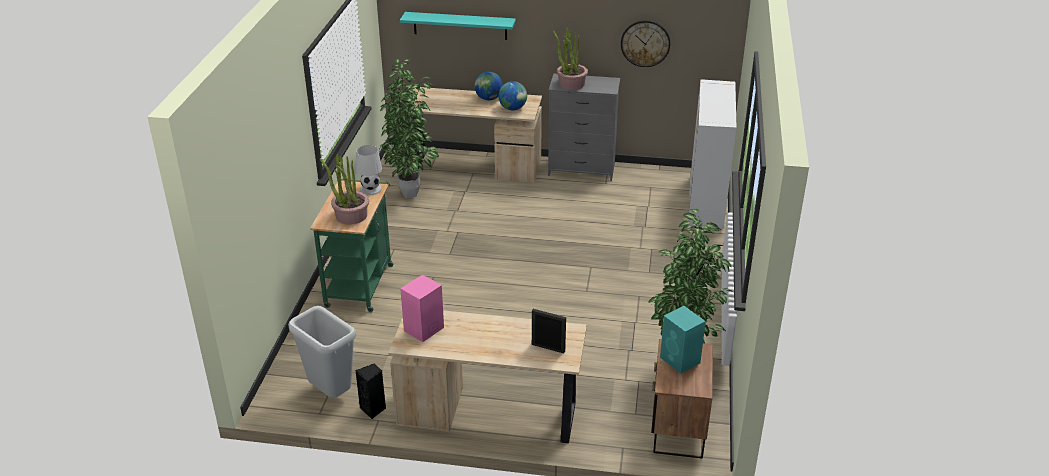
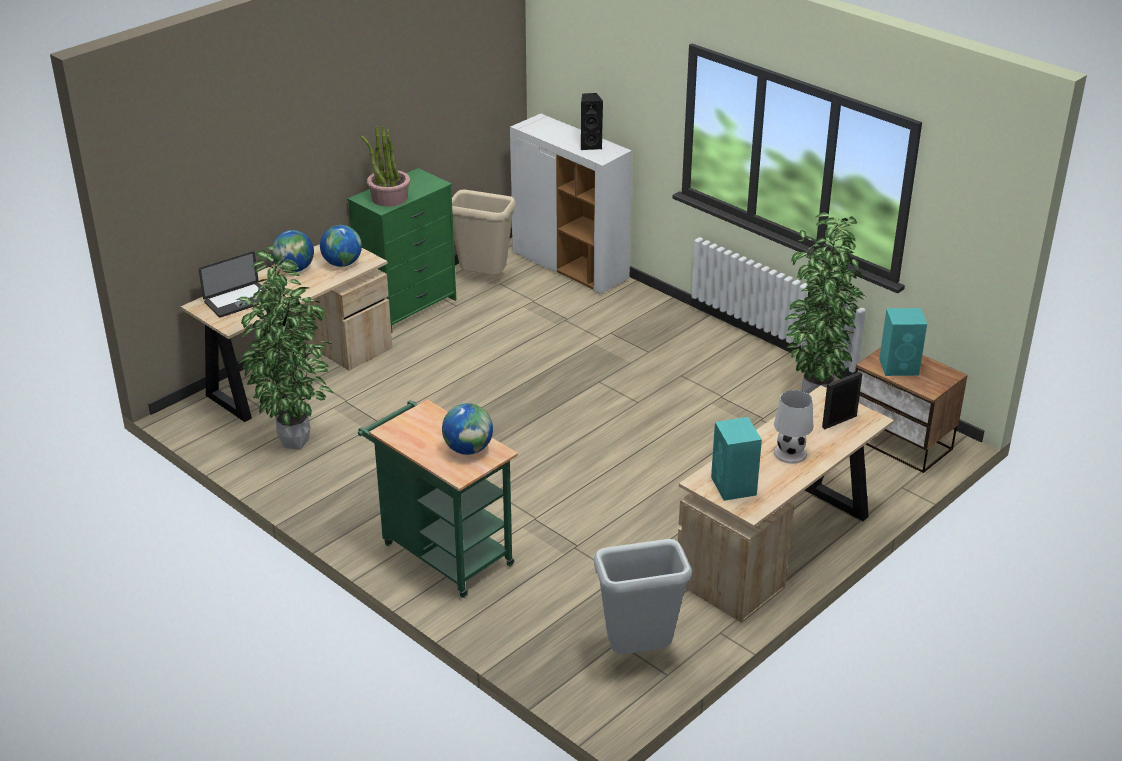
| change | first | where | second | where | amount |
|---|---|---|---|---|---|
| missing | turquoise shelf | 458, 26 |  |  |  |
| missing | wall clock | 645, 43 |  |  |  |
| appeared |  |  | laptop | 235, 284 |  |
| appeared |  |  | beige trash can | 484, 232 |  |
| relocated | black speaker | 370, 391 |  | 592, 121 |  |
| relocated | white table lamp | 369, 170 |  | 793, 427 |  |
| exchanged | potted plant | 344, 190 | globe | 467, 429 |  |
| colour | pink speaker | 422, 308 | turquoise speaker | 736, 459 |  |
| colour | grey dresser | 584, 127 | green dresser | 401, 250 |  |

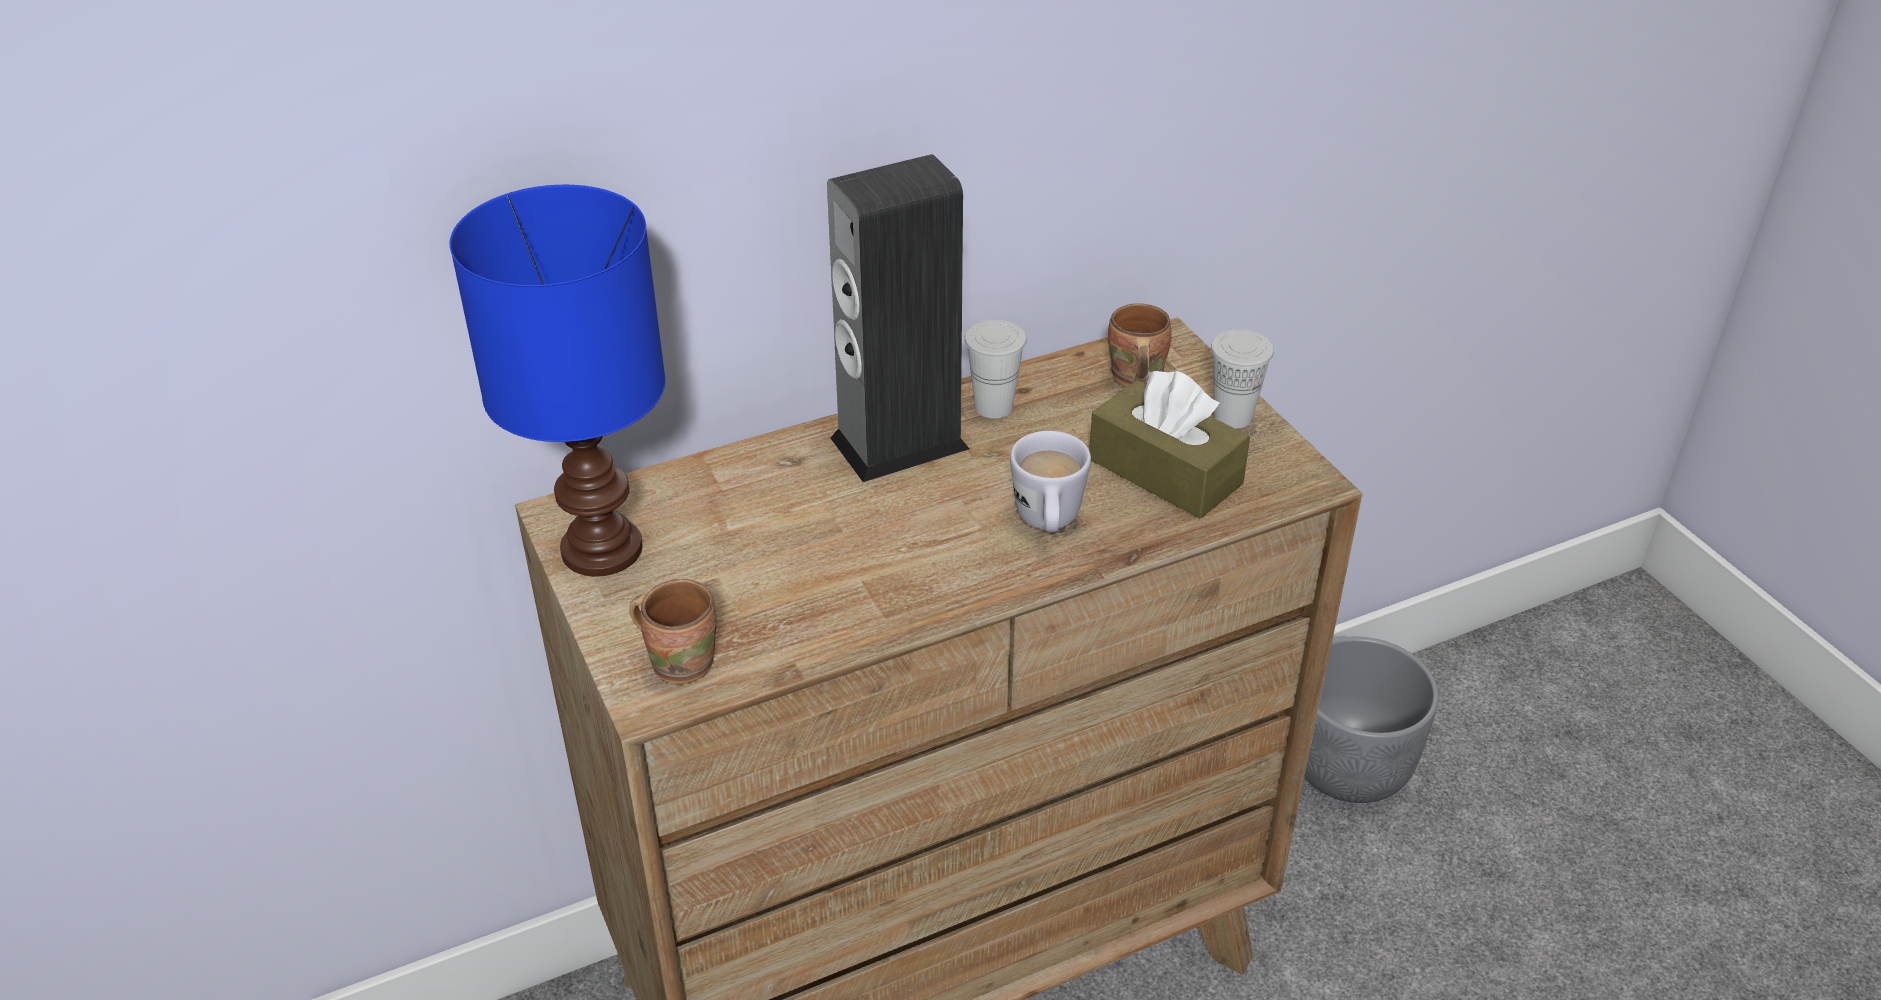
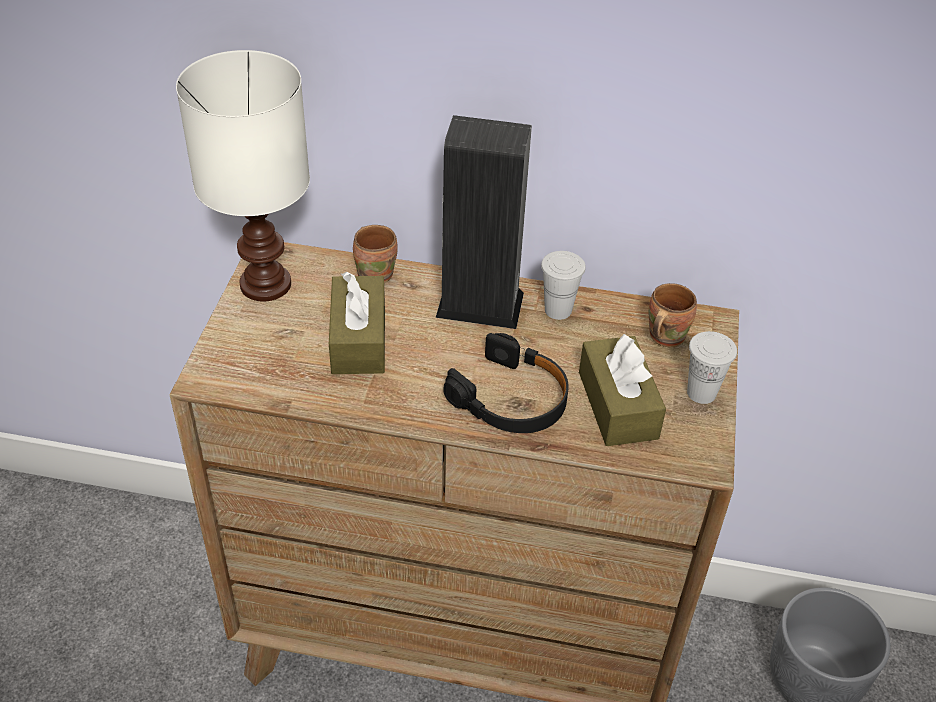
| change | first | where | second | where | amount |
|---|---|---|---|---|---|
| appeared |  |  | brown tissue box | 357, 323 |  |
| relocated | brown mug | 673, 632 |  | 375, 254 |  |
| exchanged | white mug | 1050, 481 | black headphones | 506, 383 |  |
| colour | blue table lamp | 558, 381 | white table lamp | 243, 176 |  |

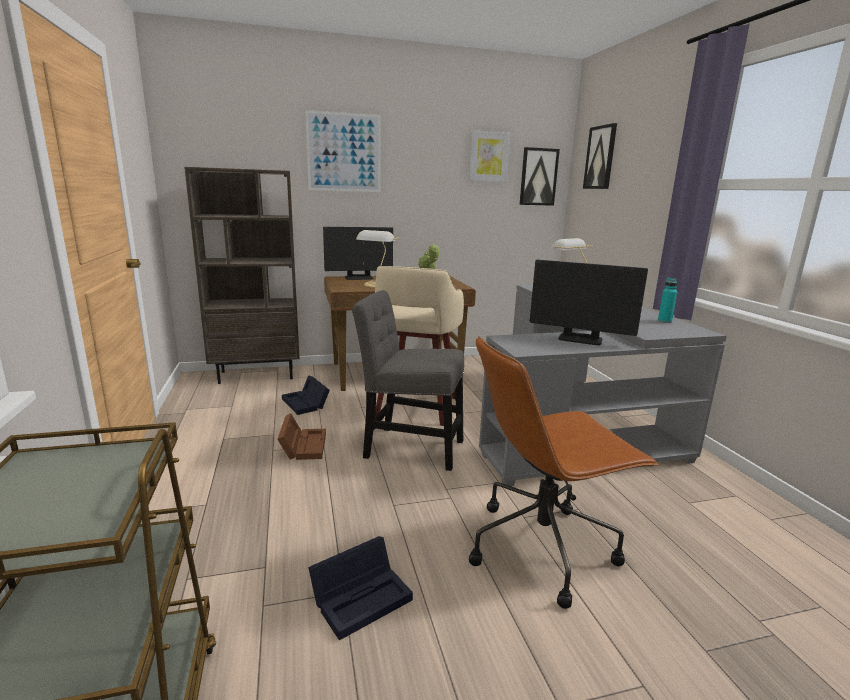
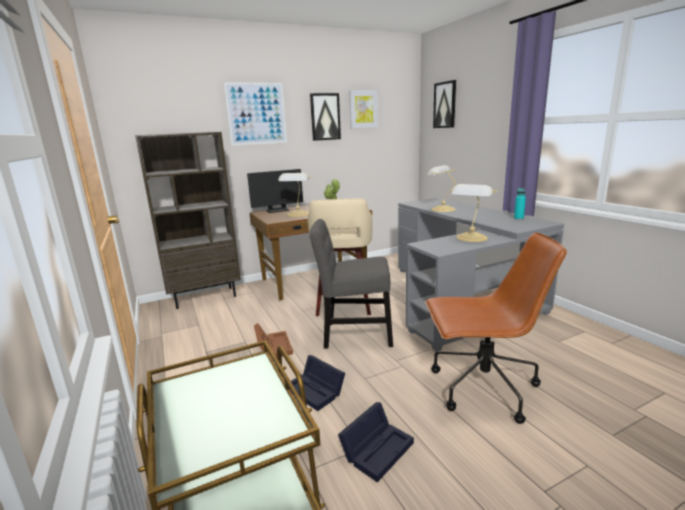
| change | first | where | second | where | amount |
|---|---|---|---|---|---|
| relocated | black storage box | 306, 395 |  | 317, 383 |  |
| relocated | picture | 539, 176 |  | 325, 117 |  |
| exchanged | monitor | 589, 302 | table lamp | 474, 213 |  |
| spun | brown office chair | 564, 472 |  | 496, 328 | 150 degrees counterclockwise |

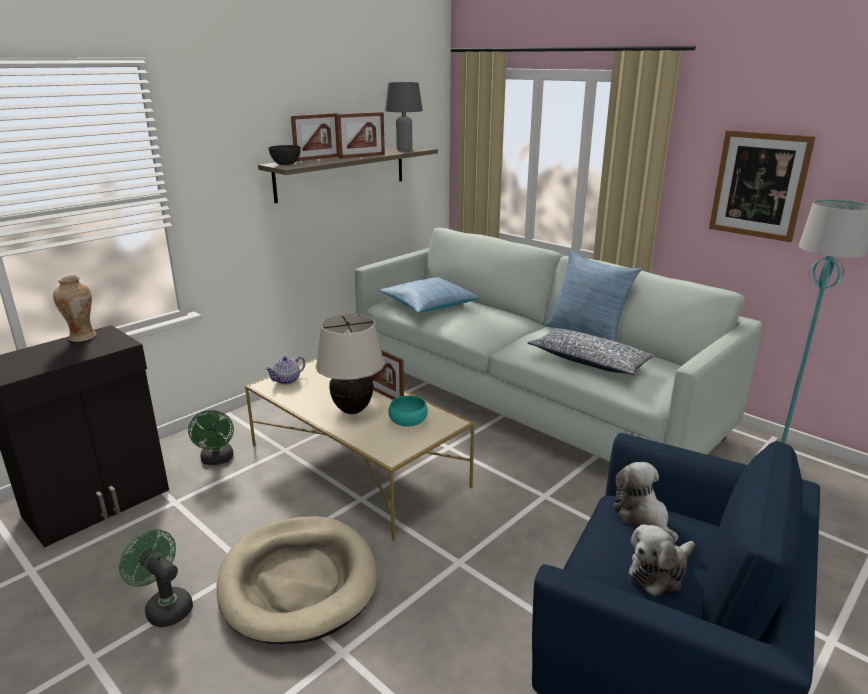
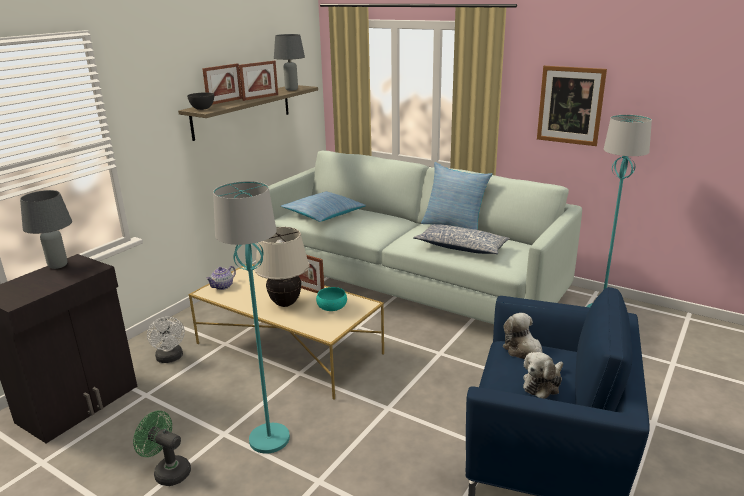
| change | first | where | second | where | amount |
|---|---|---|---|---|---|
| exchanged | vase | 75, 308 | grey table lamp | 46, 229 |  |
| exchanged | beige dog bed | 297, 580 | turquoise floor lamp | 251, 317 |  |
| colour | green fan | 211, 437 | white fan | 166, 340 |  |

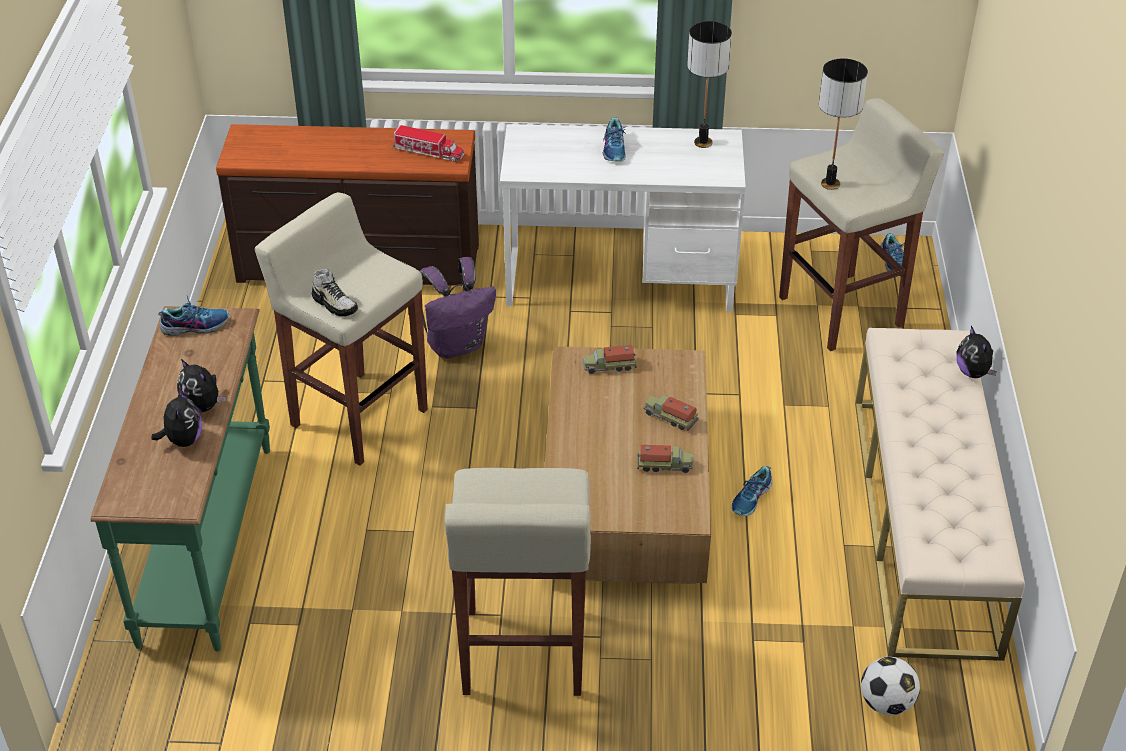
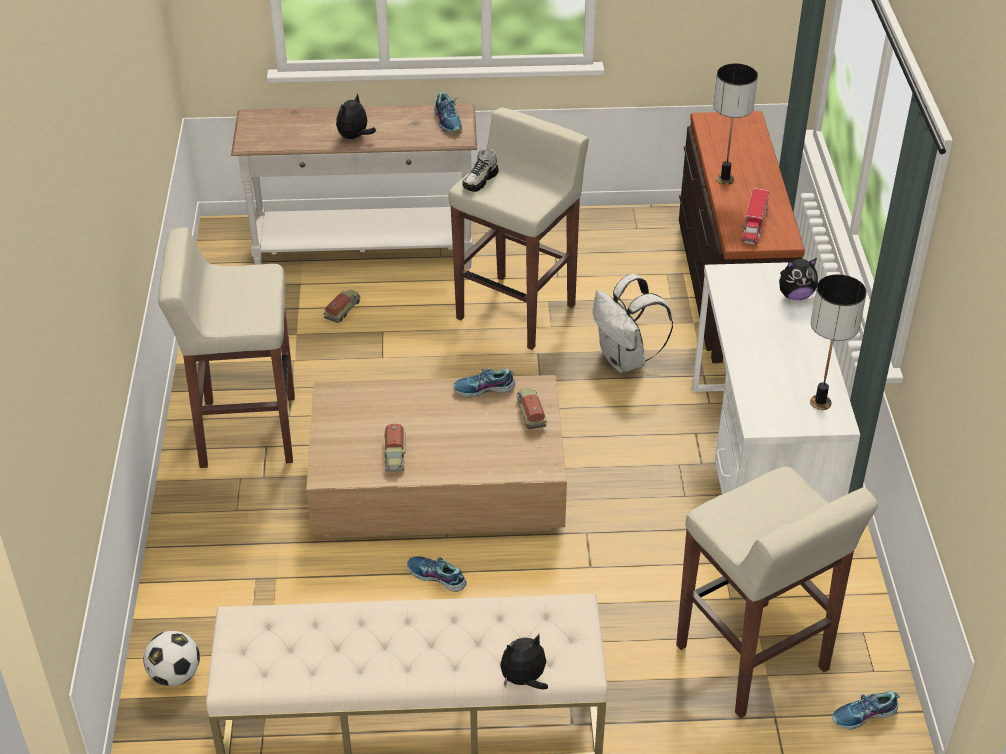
| change | first | where | second | where | amount |
|---|---|---|---|---|---|
| relocated | plush toy | 176, 417 |  | 798, 279 |  |
| relocated | shoe | 615, 139 |  | 484, 382 |  |
| relocated | toy truck | 671, 412 |  | 342, 306 |  |
| relocated | table lamp | 843, 124 |  | 736, 124 |  |
| colour | green console table | 180, 479 | white console table | 354, 186 |  |
| colour | purple backpack | 458, 307 | white backpack | 633, 323 |  |

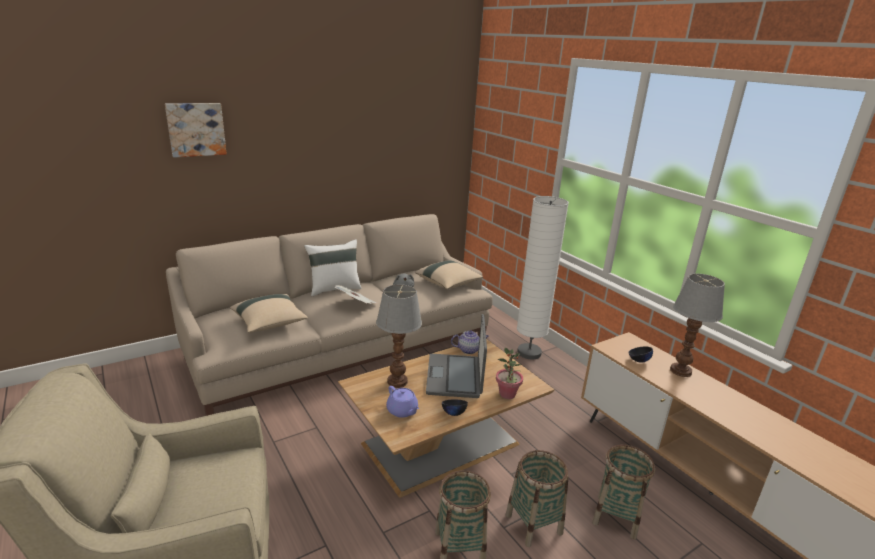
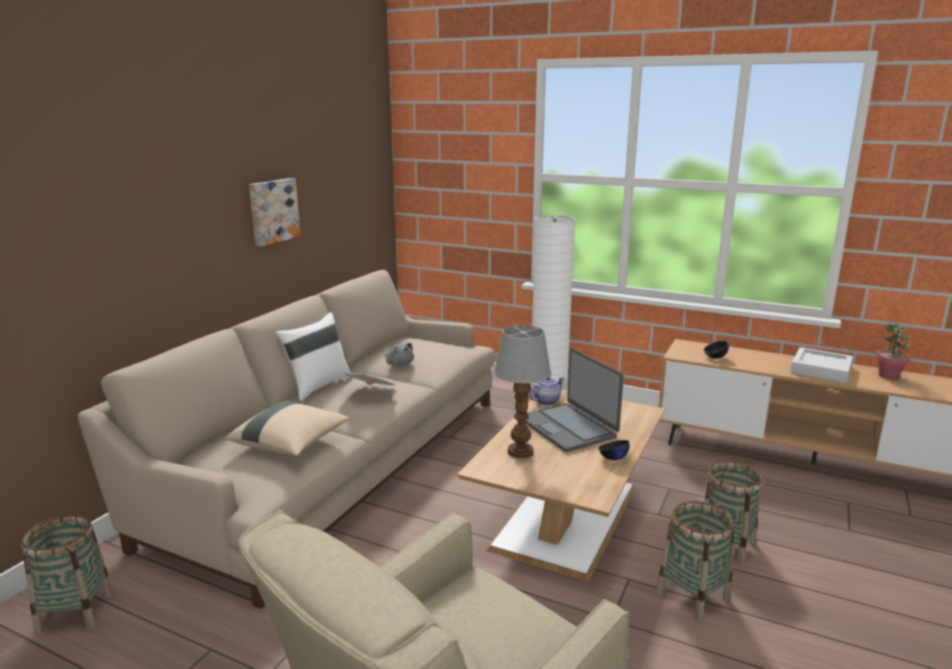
| change | first | where | second | where | amount |
|---|---|---|---|---|---|
| missing | purple teapot | 402, 402 |  |  |  |
| missing | beige pillow | 449, 274 |  |  |  |
| missing | table lamp | 697, 325 |  |  |  |
| appeared |  |  | grey tray | 821, 365 |  |
| relocated | picture | 196, 130 |  | 275, 212 |  |
| relocated | potted plant | 509, 373 |  | 893, 351 |  |
| relocated | basket | 623, 491 |  | 68, 575 |  |

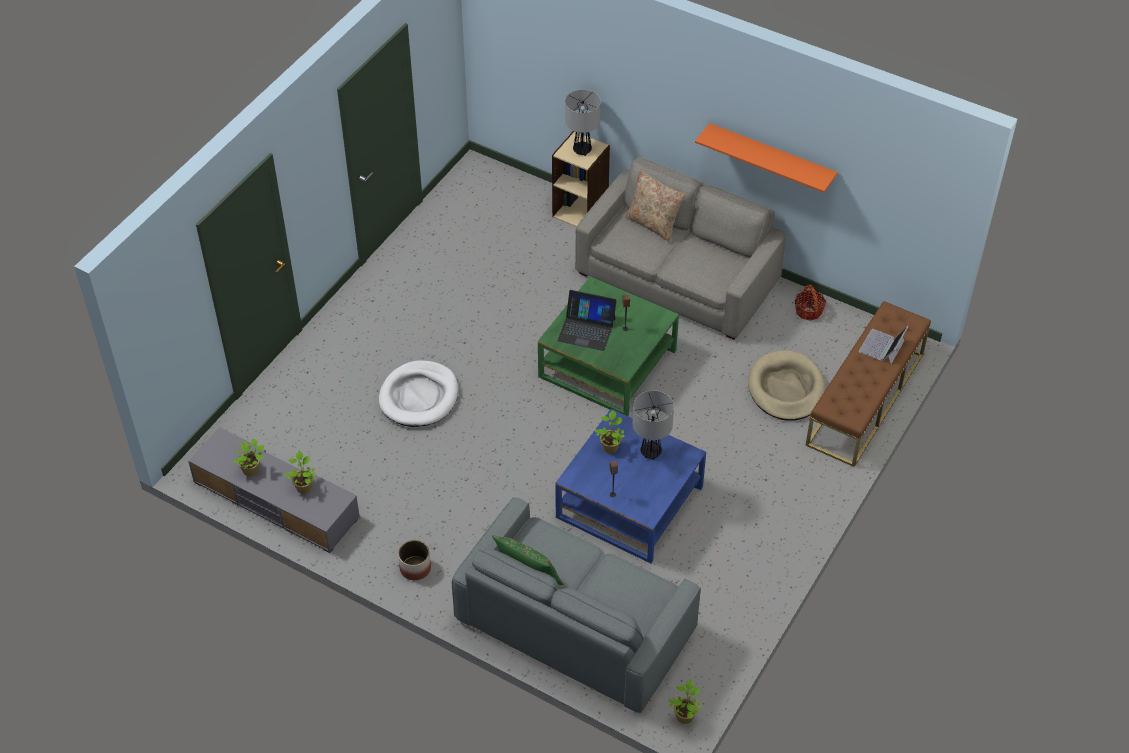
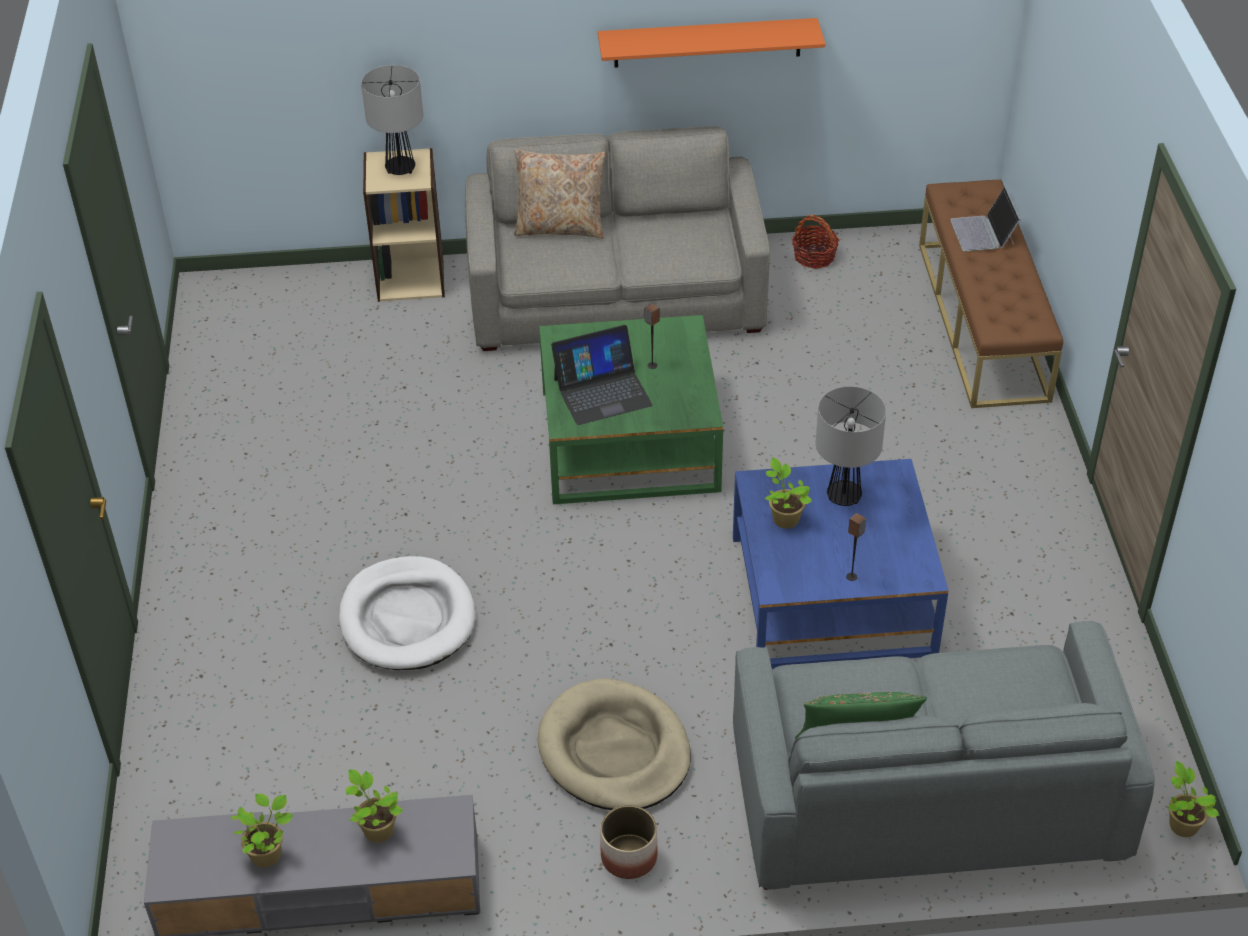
| change | first | where | second | where | amount |
|---|---|---|---|---|---|
| relocated | beige dog bed | 787, 385 |  | 614, 744 |  |

